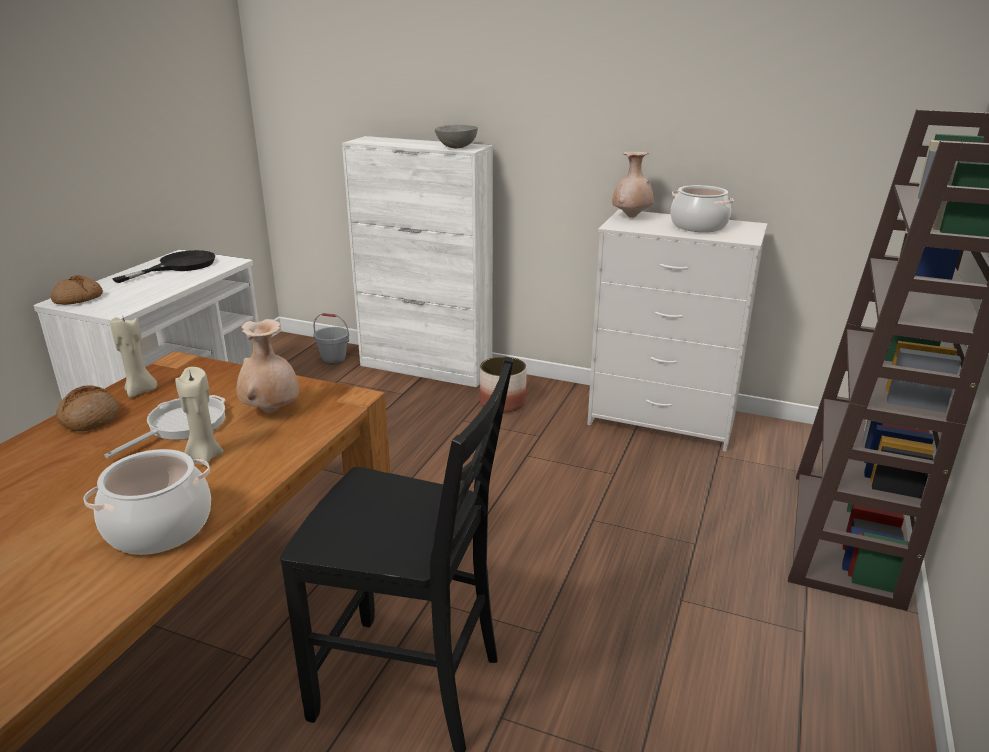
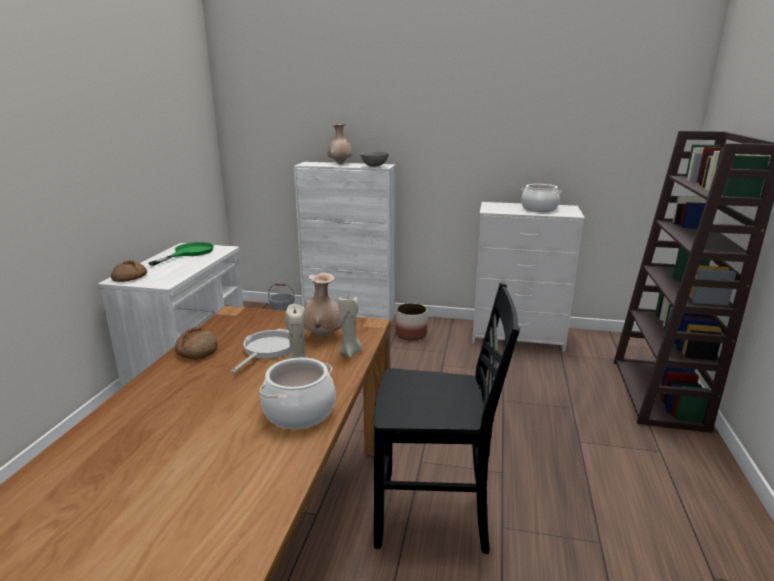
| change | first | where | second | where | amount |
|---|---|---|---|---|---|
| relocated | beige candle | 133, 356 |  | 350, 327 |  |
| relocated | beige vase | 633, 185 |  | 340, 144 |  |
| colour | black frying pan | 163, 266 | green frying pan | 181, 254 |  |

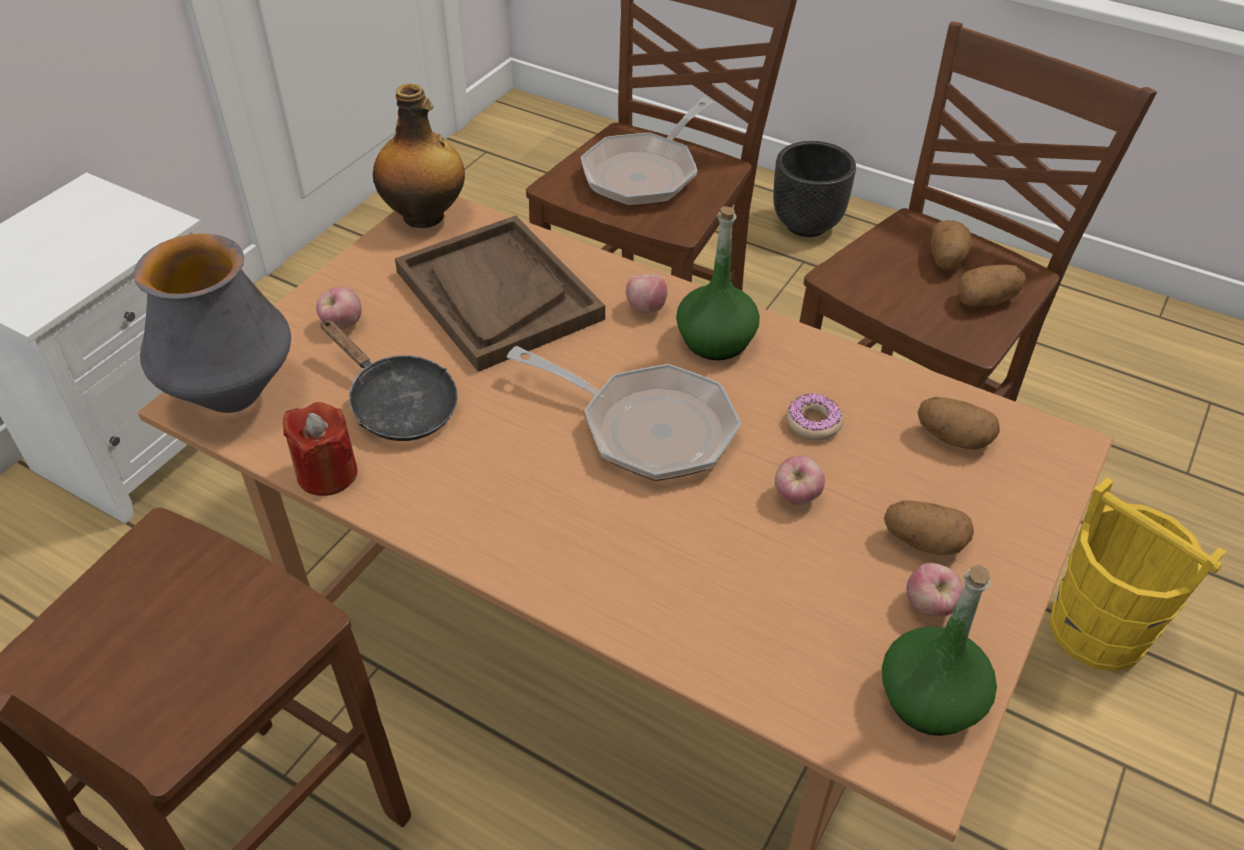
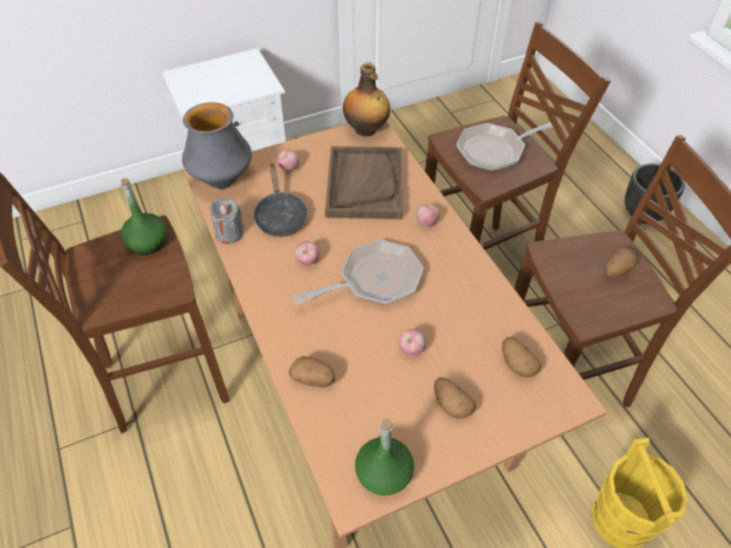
| change | first | where | second | where | amount |
|---|---|---|---|---|---|
| missing | donut | 815, 416 |  |  |  |
| relocated | green bottle | 718, 283 |  | 144, 216 |  |
| relocated | apple | 935, 590 |  | 307, 253 |  |
| relocated | potato | 992, 286 |  | 312, 371 |  |
| colour | red candle | 320, 449 | grey candle | 226, 221 |  |
| spun | frying pan | 624, 413 |  | 359, 272 | 90 degrees counterclockwise |

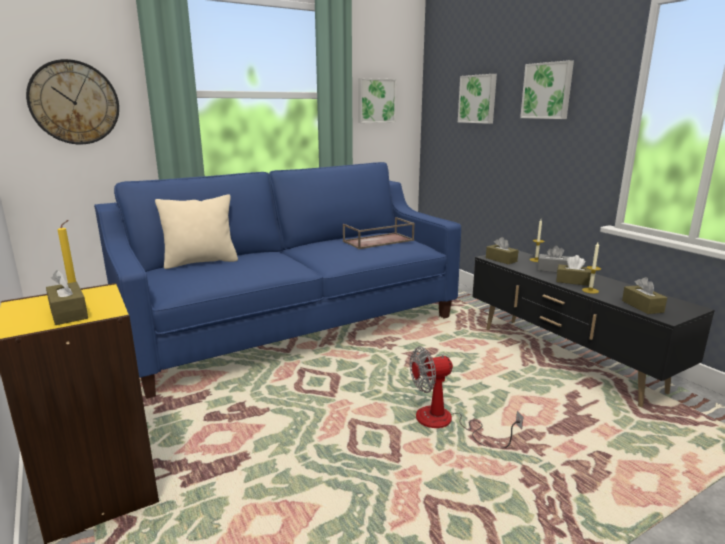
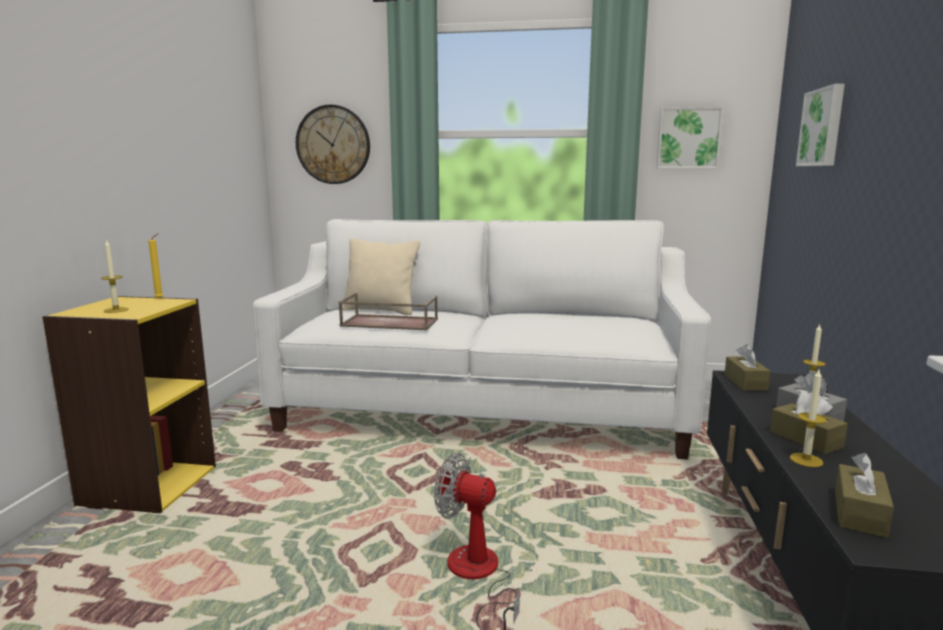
| change | first | where | second | where | amount |
|---|---|---|---|---|---|
| missing | picture | 547, 89 |  |  |  |
| relocated | brown tray | 379, 233 |  | 388, 312 |  |
| exchanged | brown tissue box | 67, 297 | candle | 115, 276 |  |
| colour | blue sofa | 277, 280 | white sofa | 482, 339 |  |

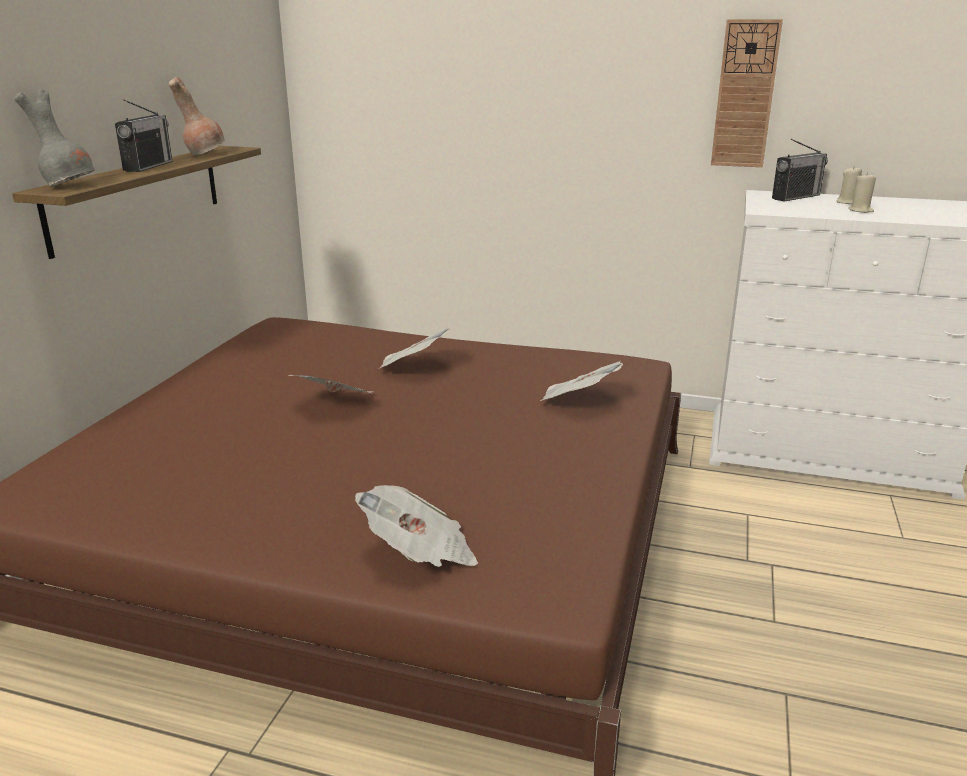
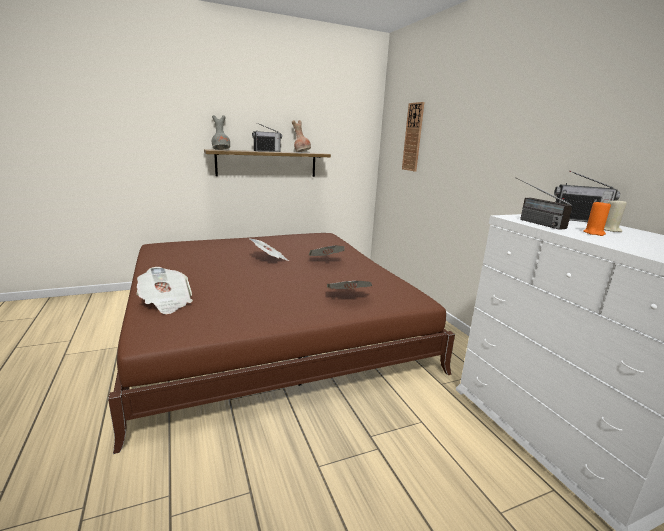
| change | first | where | second | where | amount |
|---|---|---|---|---|---|
| appeared |  |  | radio | 544, 203 |  |
| relocated | wall clock | 747, 93 |  | 413, 137 |  |
| colour | beige candle | 862, 192 | orange candle | 597, 218 |  |

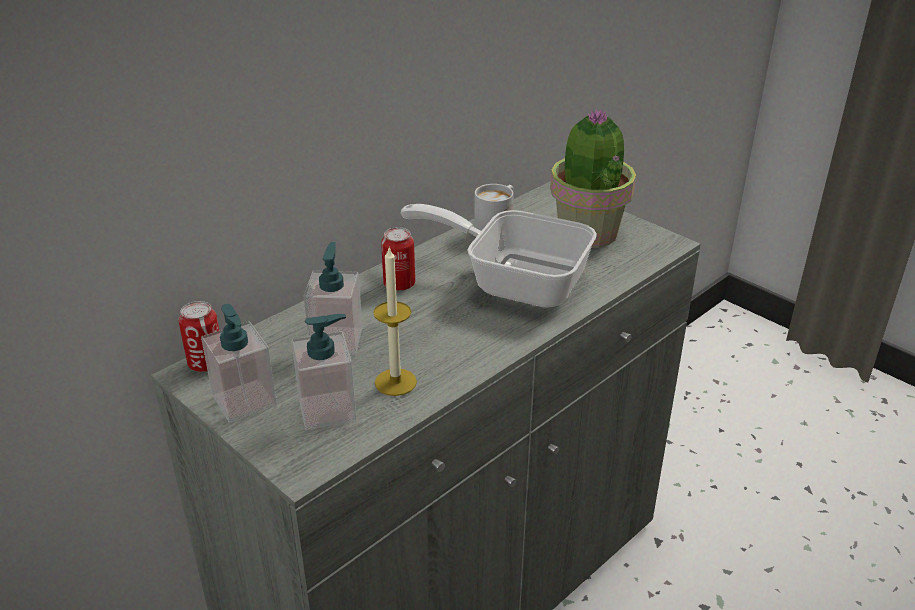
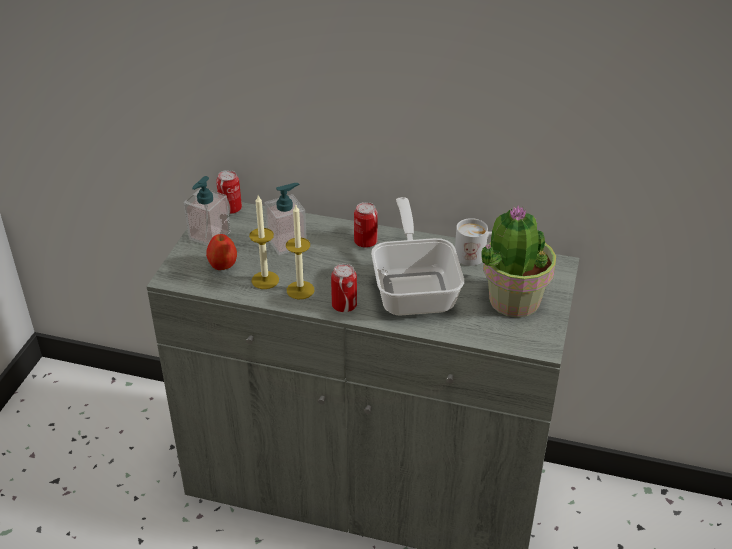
| change | first | where | second | where | amount |
|---|---|---|---|---|---|
| appeared |  |  | candle | 300, 252 |  |
| appeared |  |  | can | 344, 288 |  |
| exchanged | soap dispenser | 324, 372 | apple | 221, 252 |  |

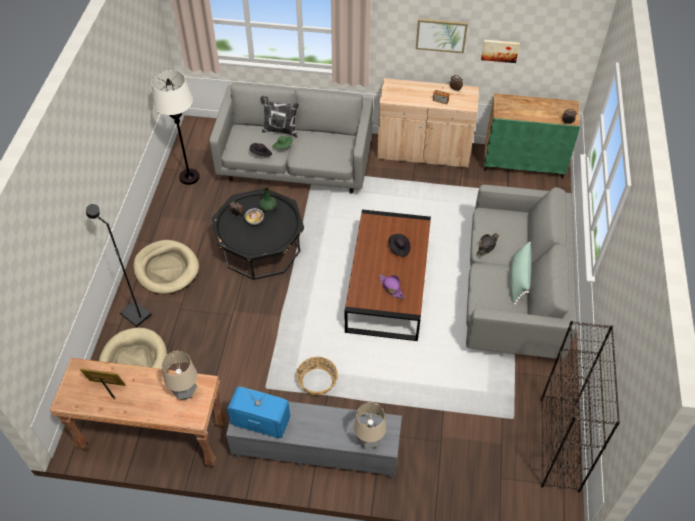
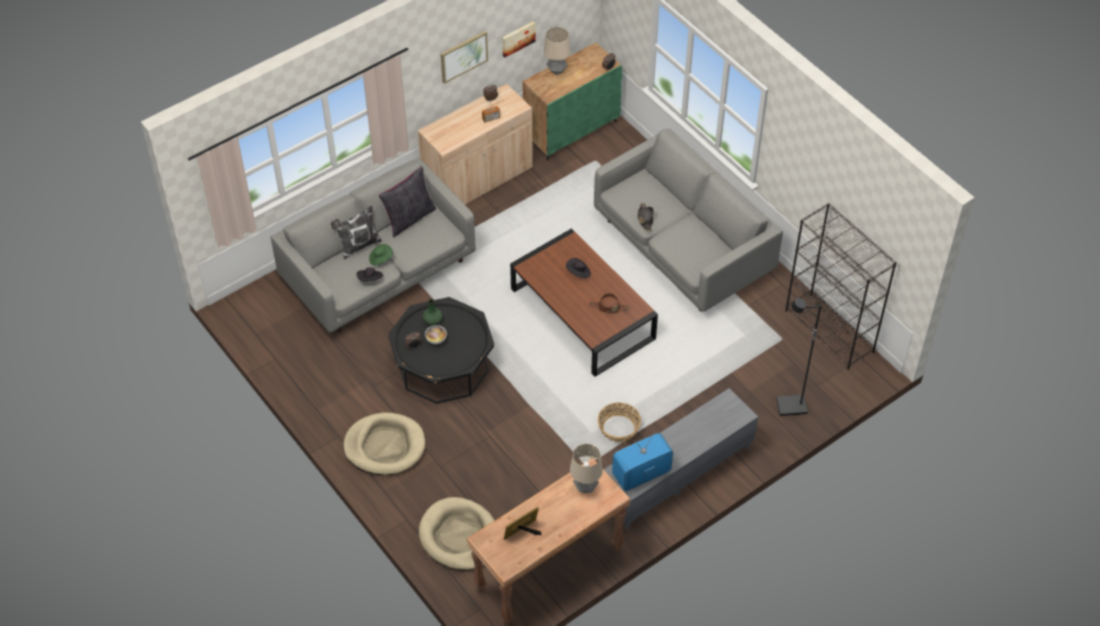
| change | first | where | second | where | amount |
|---|---|---|---|---|---|
| missing | white floor lamp | 175, 127 |  |  |  |
| missing | green pillow | 520, 273 |  |  |  |
| appeared |  |  | black pillow | 407, 202 |  |
| relocated | black floor lamp | 118, 265 |  | 798, 357 |  |
| relocated | table lamp | 370, 425 |  | 557, 51 |  |
| colour | purple hat | 392, 286 | brown hat | 609, 303 |  |

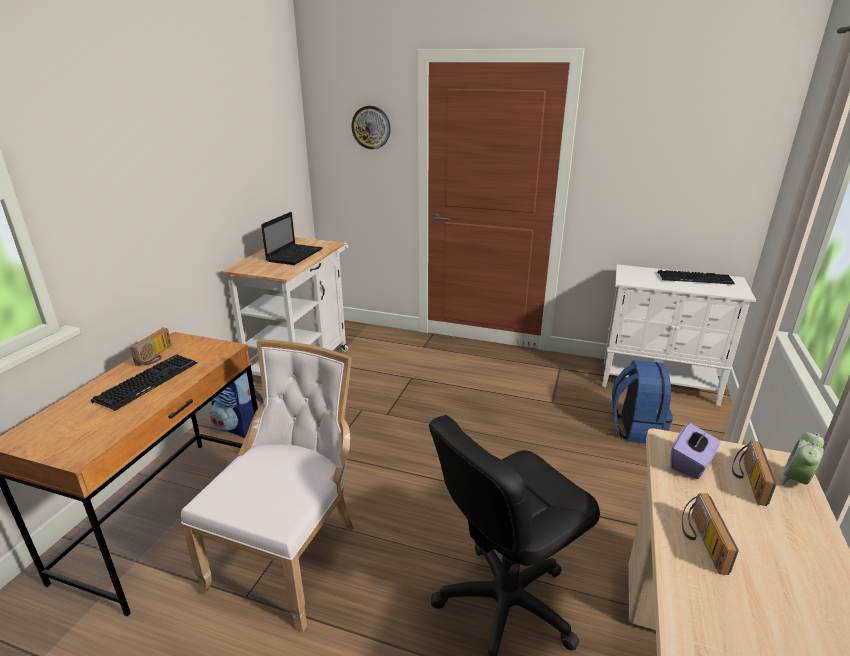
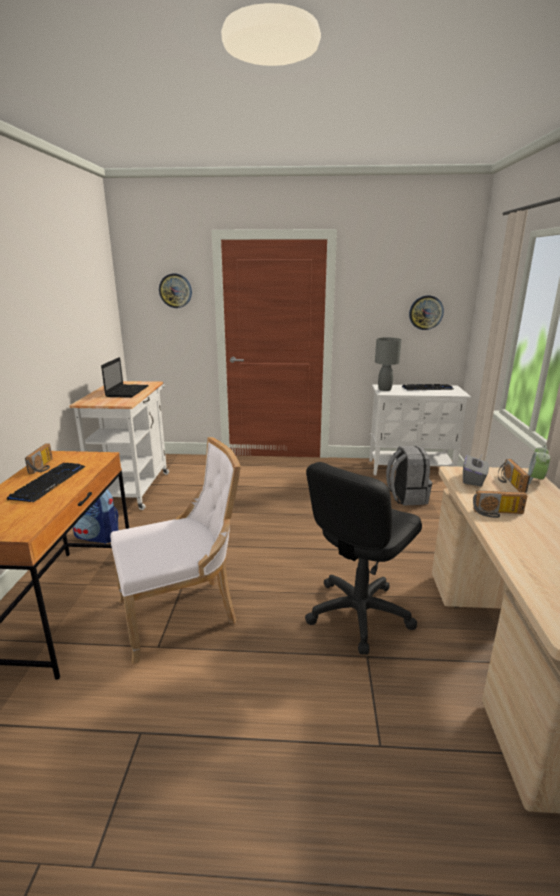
| change | first | where | second | where | amount |
|---|---|---|---|---|---|
| appeared |  |  | grey table lamp | 388, 364 |  |
| appeared |  |  | wall clock | 426, 312 |  |
| colour | blue backpack | 642, 402 | grey backpack | 409, 475 |  |
| colour | purple tissue box | 695, 451 | grey tissue box | 476, 469 |  |
| spun | white chair | 267, 485 |  | 175, 550 | 60 degrees clockwise |
| spun | radio | 710, 534 |  | 500, 504 | 75 degrees counterclockwise |

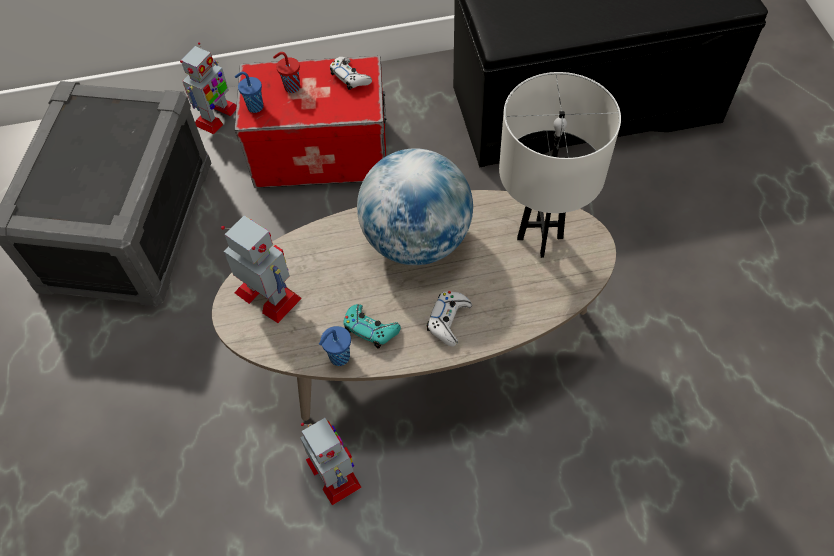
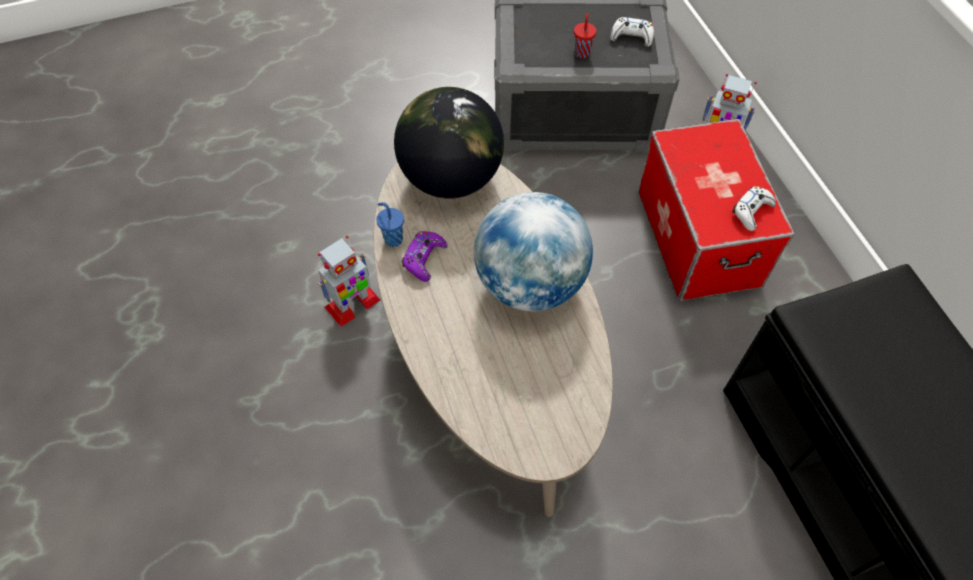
| change | first | where | second | where | amount |
|---|---|---|---|---|---|
| missing | blue cup | 249, 92 |  |  |  |
| missing | white table lamp | 560, 165 |  |  |  |
| relocated | red cup | 286, 72 |  | 585, 35 |  |
| relocated | white game controller | 449, 318 |  | 632, 32 |  |
| exchanged | toy robot | 261, 269 | globe | 449, 143 |  |
| colour | turquoise game controller | 372, 326 | purple game controller | 424, 256 |  |

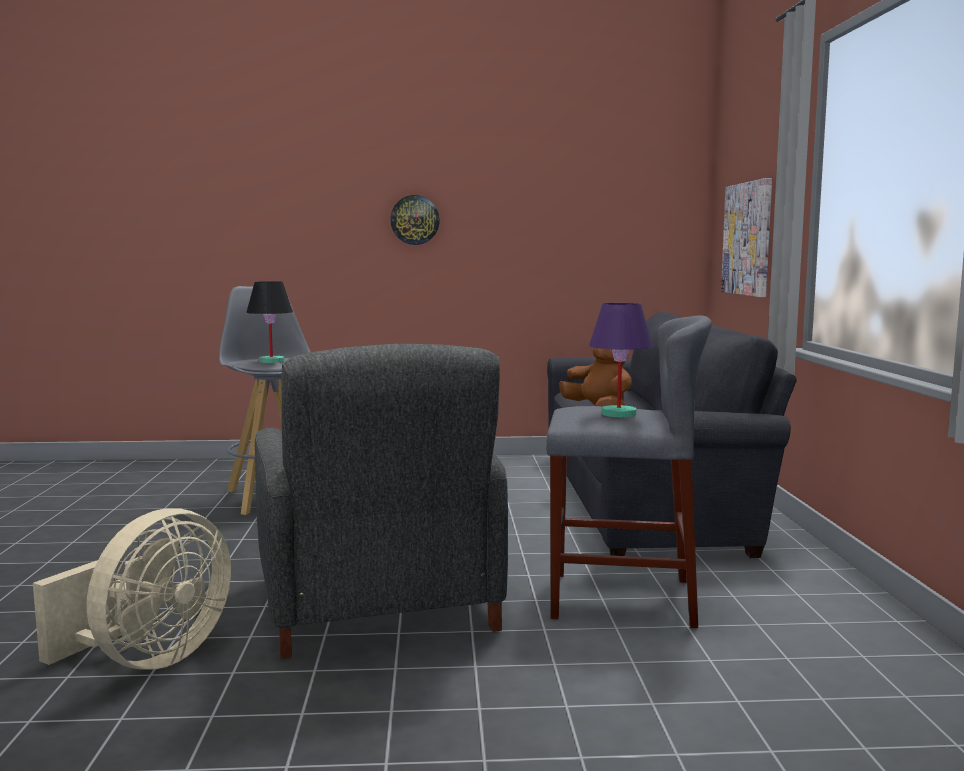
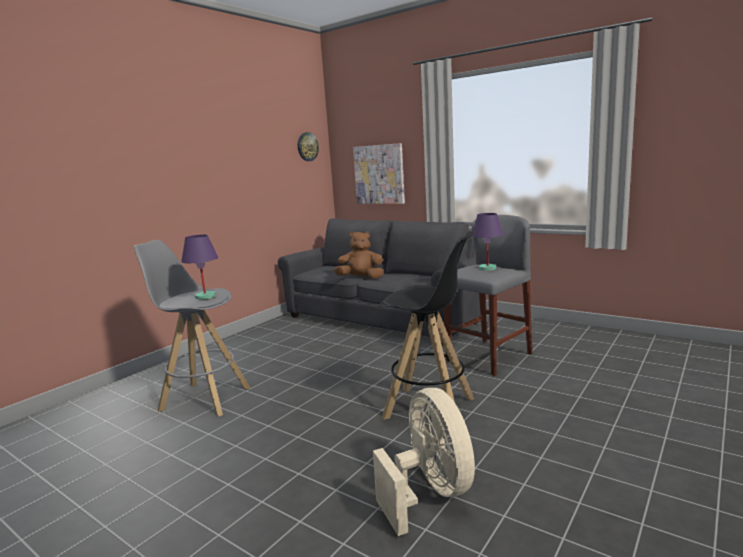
| change | first | where | second | where | amount |
|---|---|---|---|---|---|
| relocated | wall clock | 415, 220 |  | 308, 146 |  |
| exchanged | grey armchair | 381, 501 | black stool | 427, 325 |  |
| colour | black table lamp | 269, 322 | purple table lamp | 199, 267 |  |

